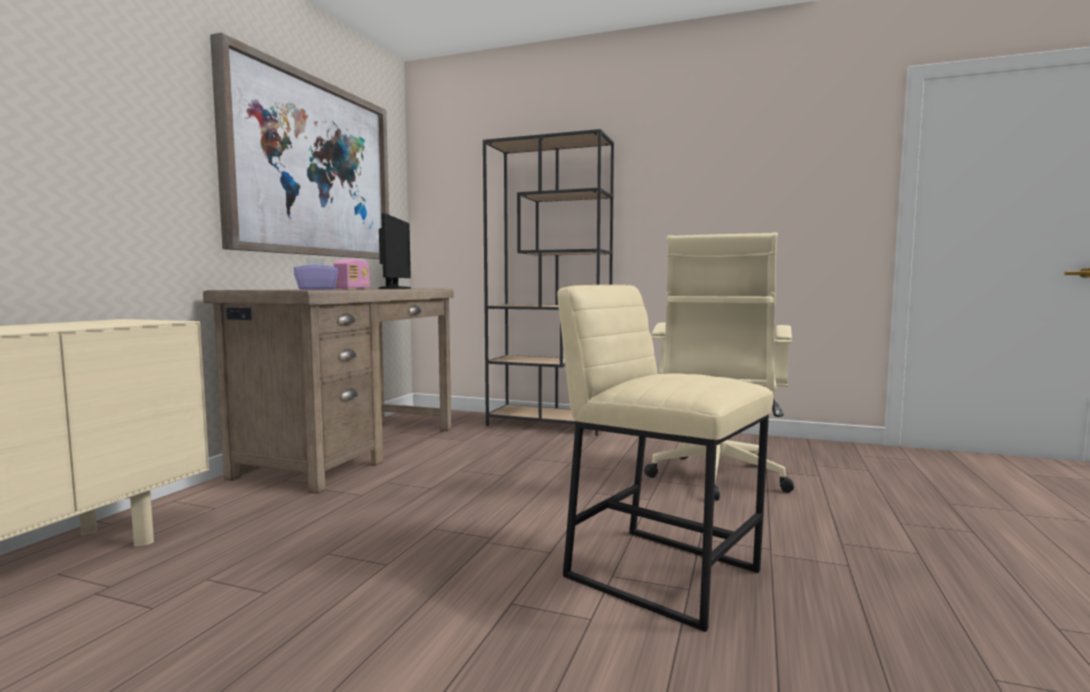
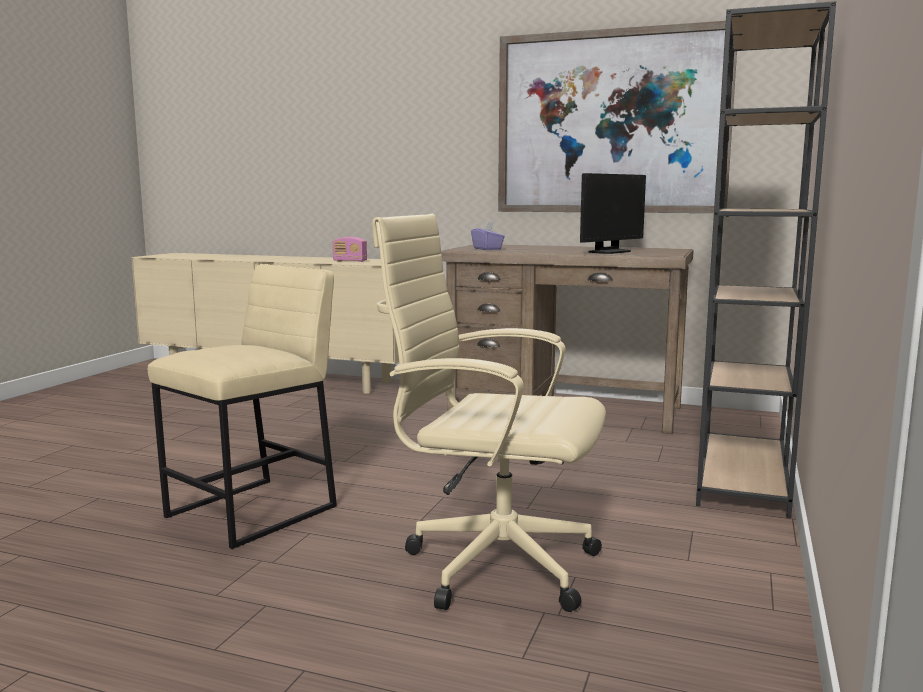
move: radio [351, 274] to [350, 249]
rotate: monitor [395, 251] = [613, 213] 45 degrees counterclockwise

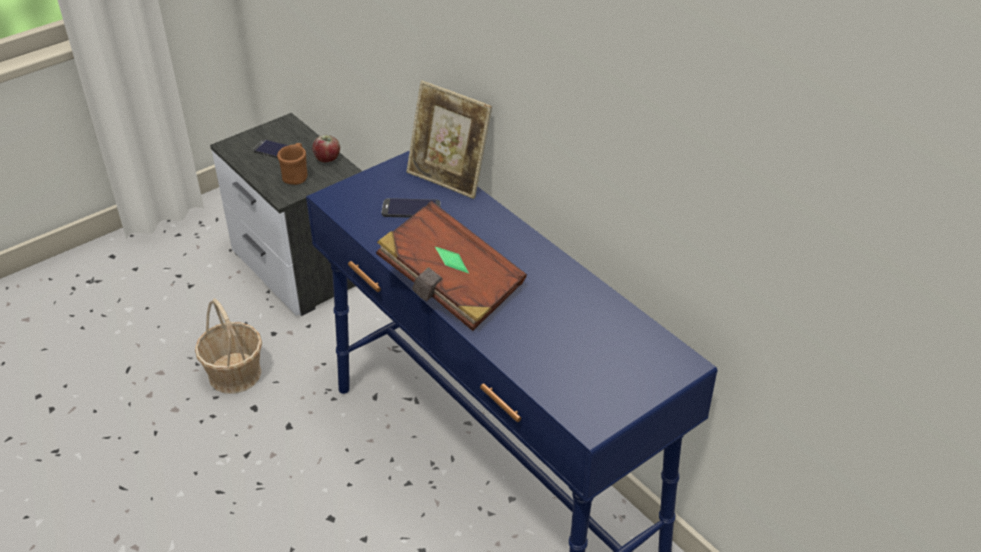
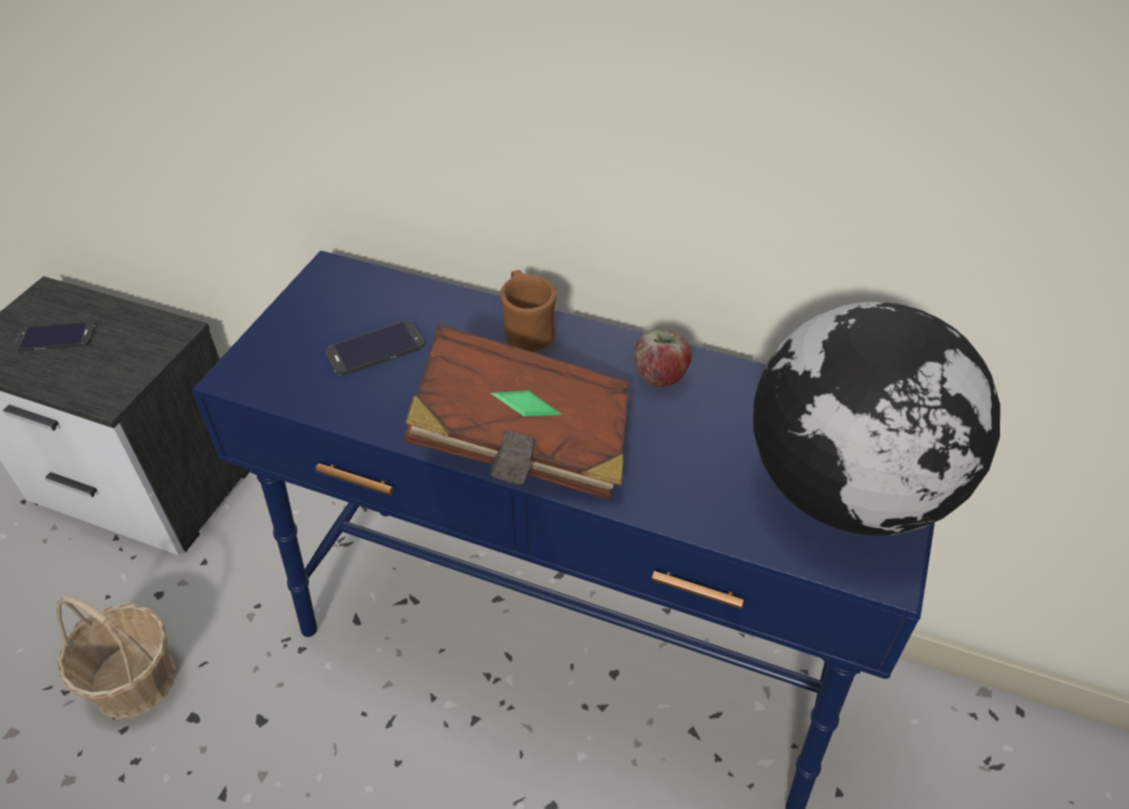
delete: picture frame [449, 139]
insert: globe [876, 419]
move: mug in brown [292, 164] to [528, 310]; apple [326, 148] to [662, 358]

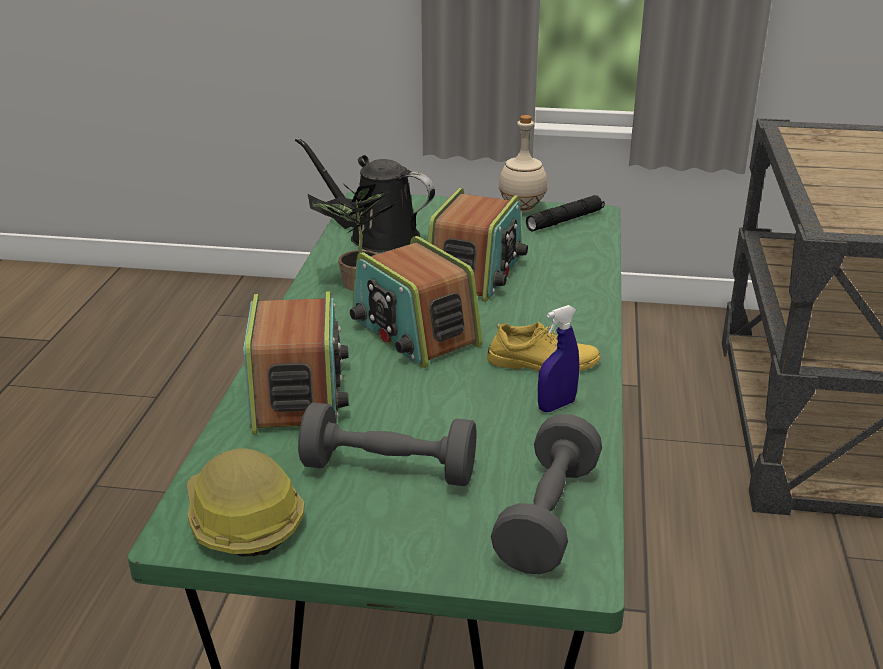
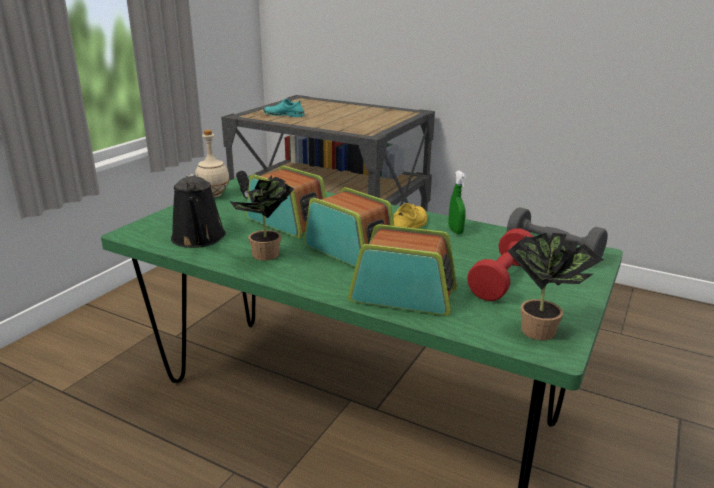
insert: shoe in turquoise [284, 107]
replace: hard hat [246, 503] to potted plant [555, 286]
recolor: dumbbell in grey [387, 444] to dumbbell in red [500, 264]; spray bottle in blue [558, 358] to spray bottle in green [457, 202]
rotate: watering can in black [365, 195] = [198, 210] 60 degrees counterclockwise; radio [416, 302] = [349, 227] 120 degrees counterclockwise

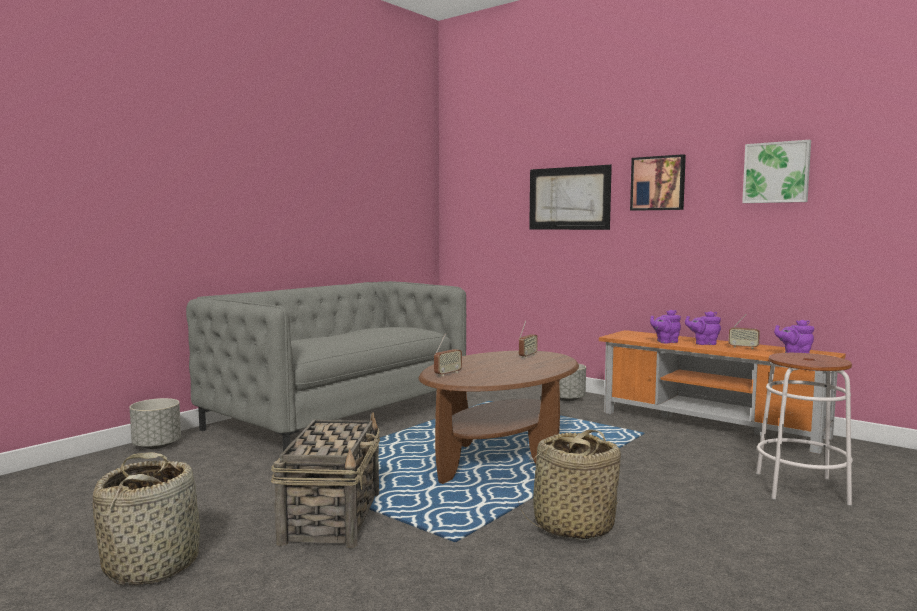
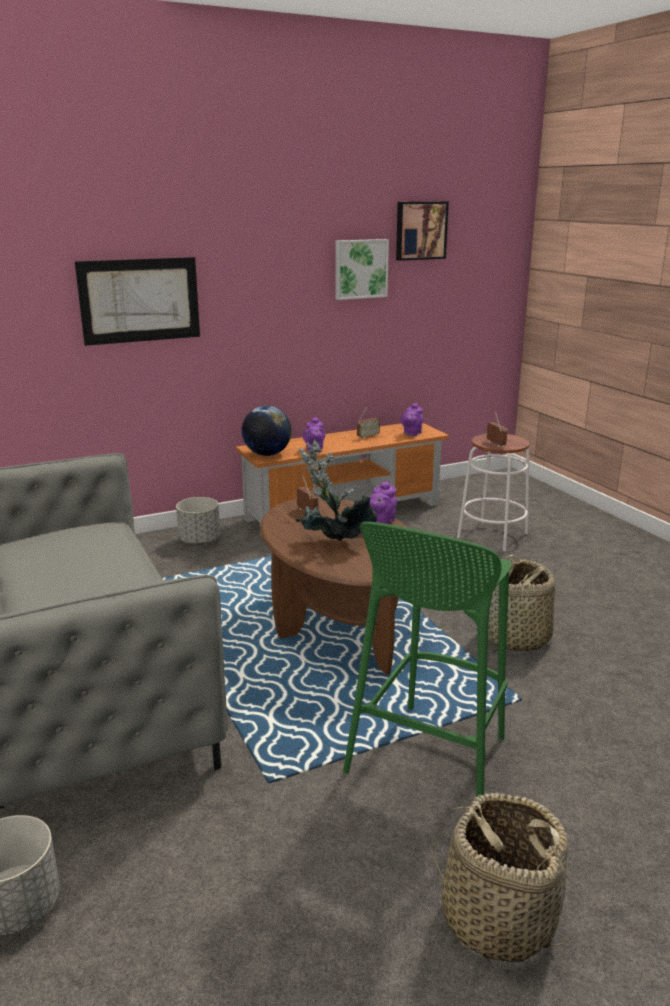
insert: globe [267, 431]; potted plant [336, 490]
move: radio [448, 354] to [497, 429]; picture [658, 182] to [422, 231]; teapot in purple [703, 328] to [382, 502]
replace: basket [325, 480] to stool in green [427, 659]

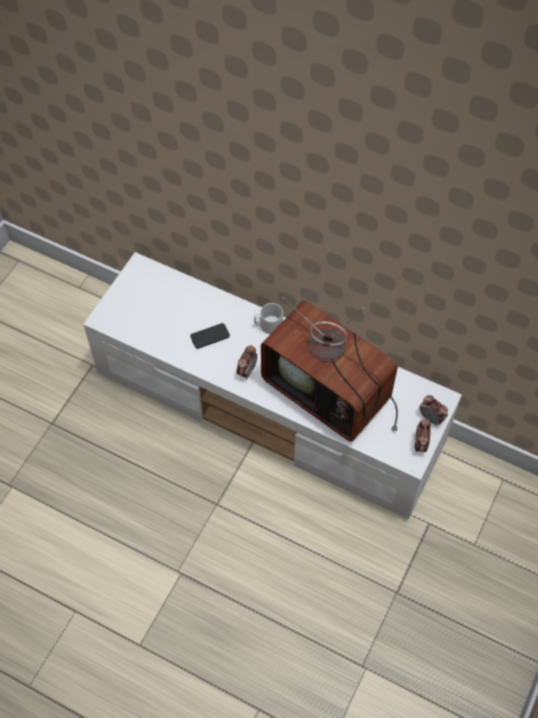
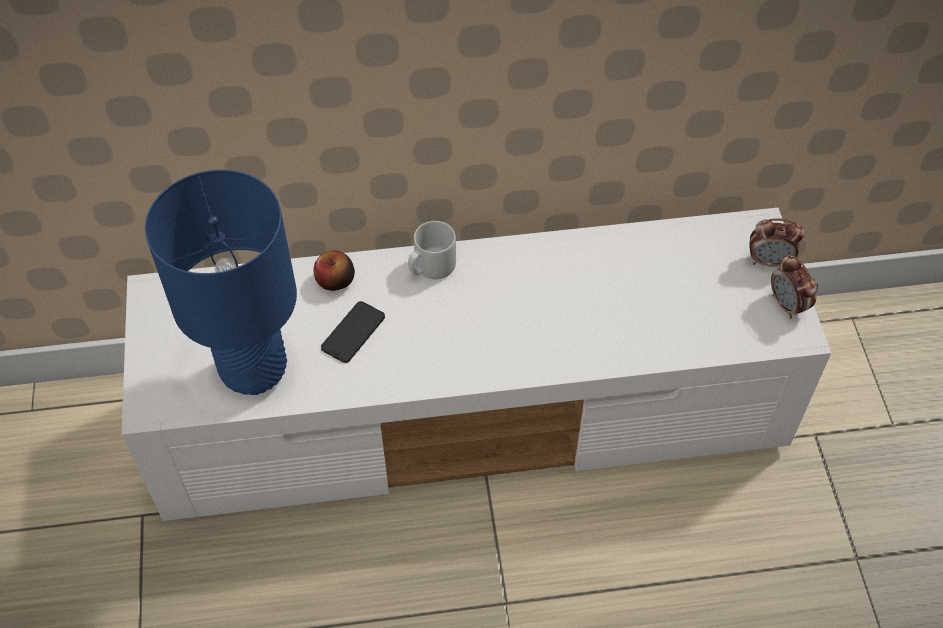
delete: alarm clock [246, 362]; television [329, 369]
insert: table lamp in blue [221, 282]; apple [334, 270]

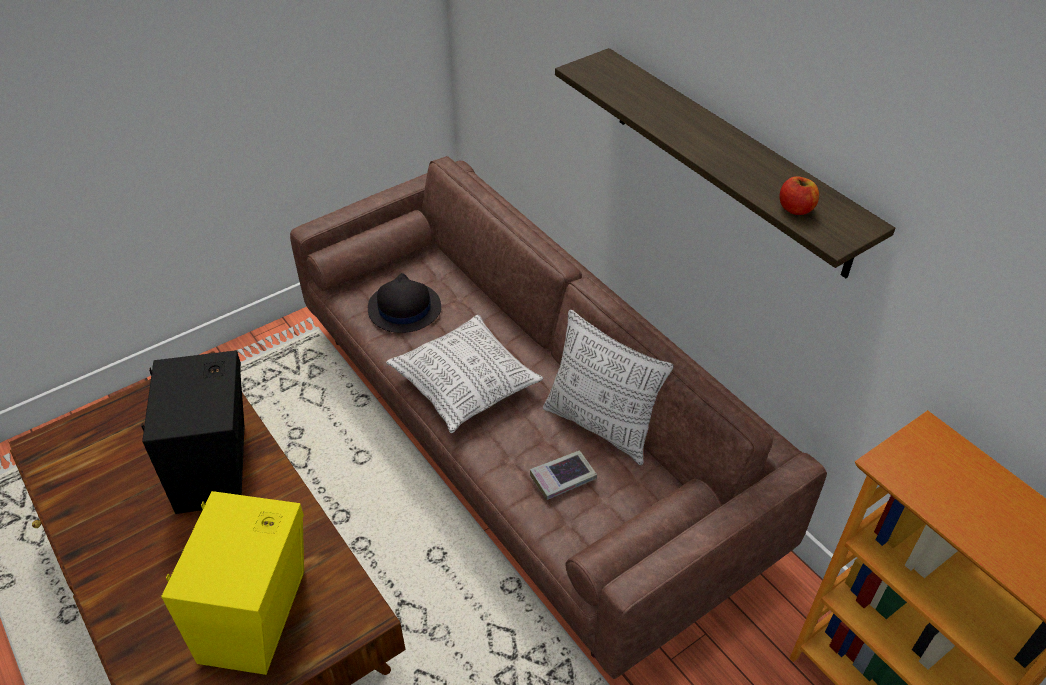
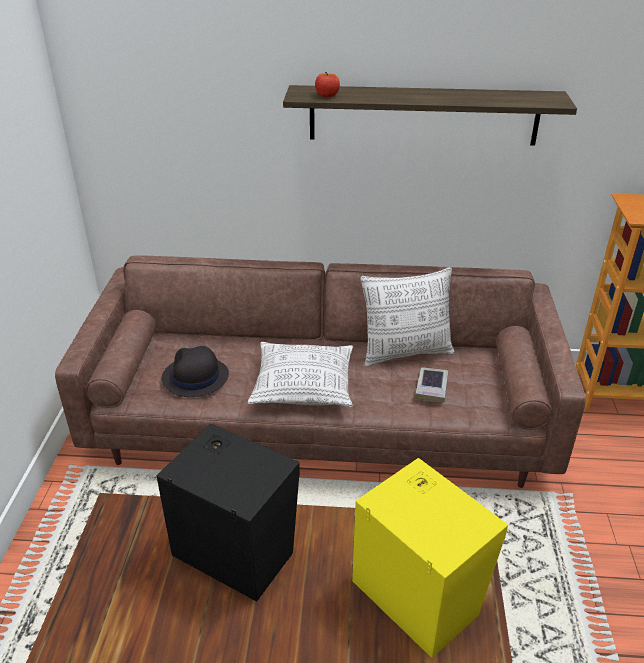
move: apple [799, 195] to [327, 84]

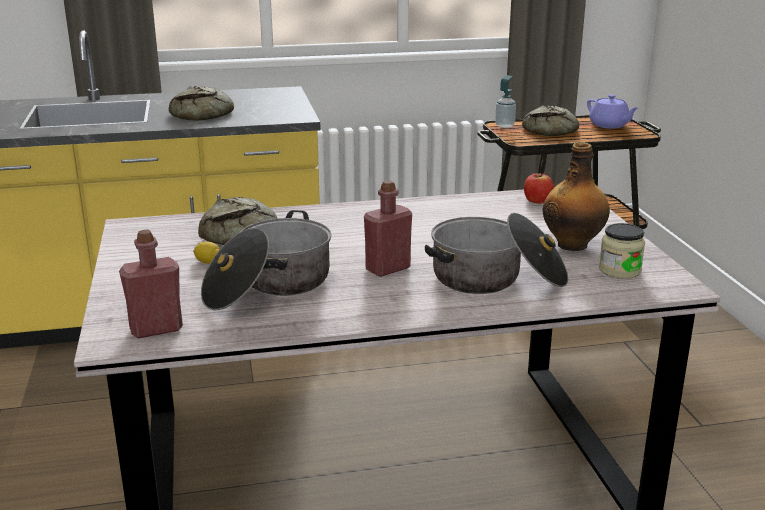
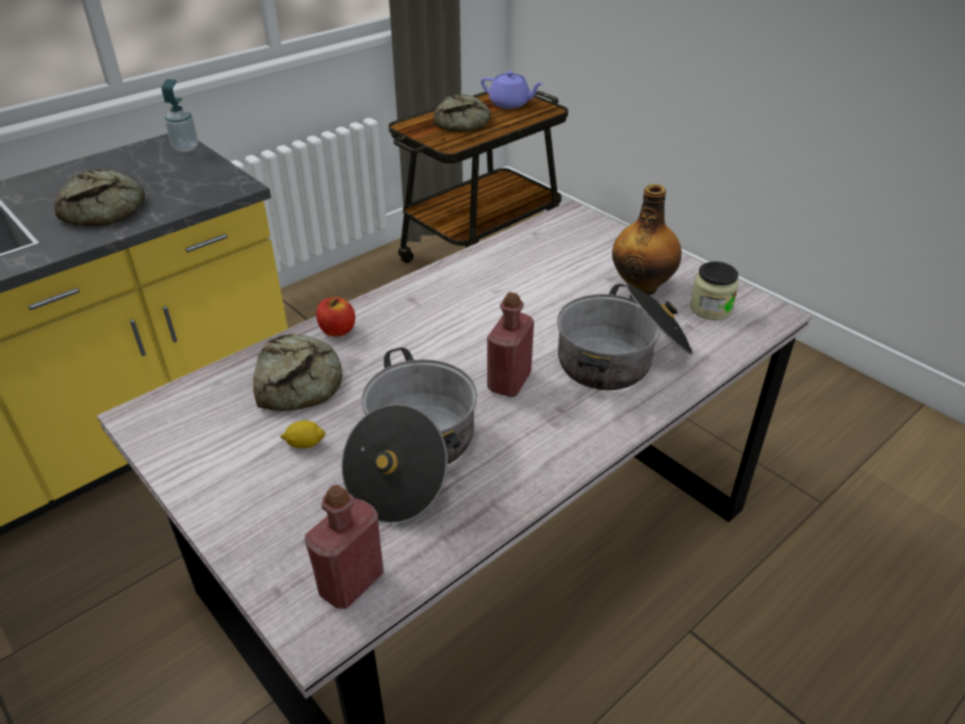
move: soap dispenser [505, 101] to [180, 115]; apple [539, 188] to [335, 317]

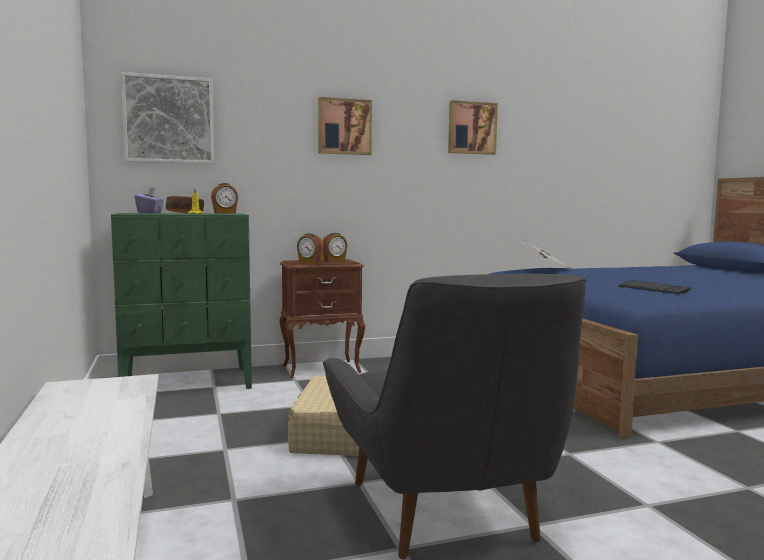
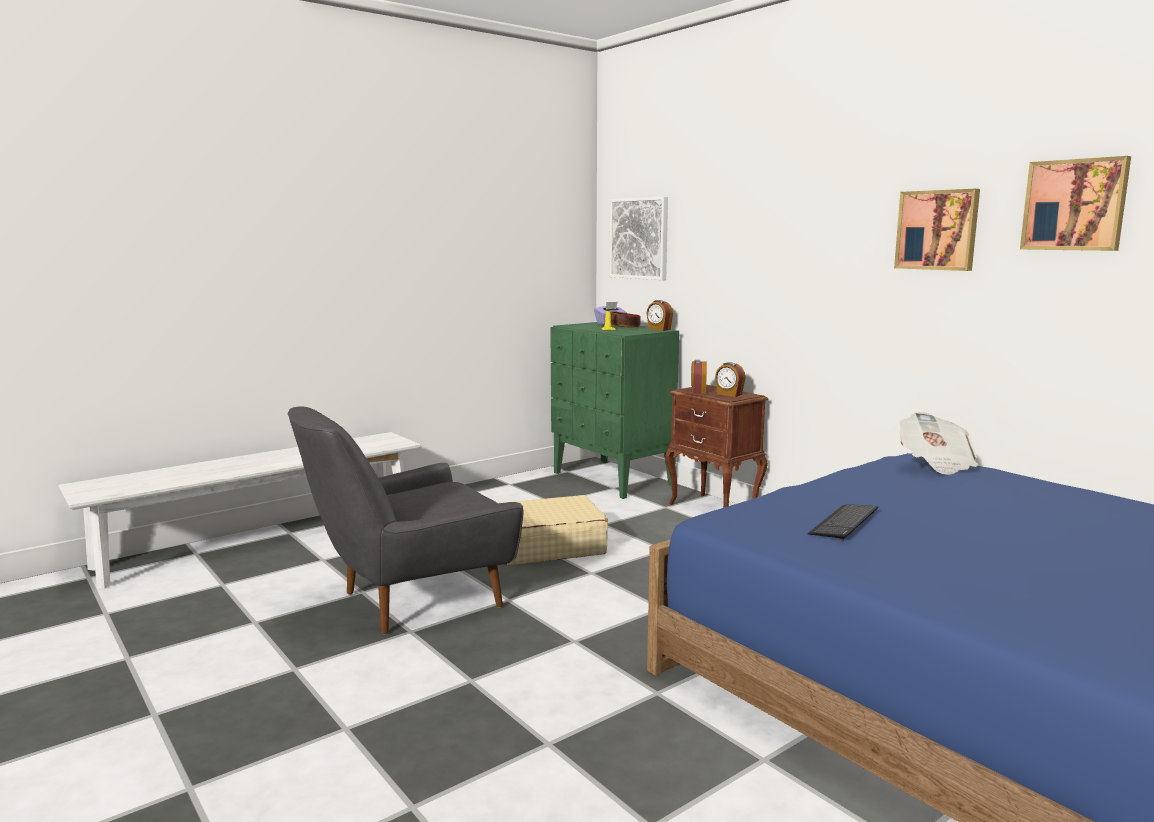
move: picture [345, 126] to [1075, 203]

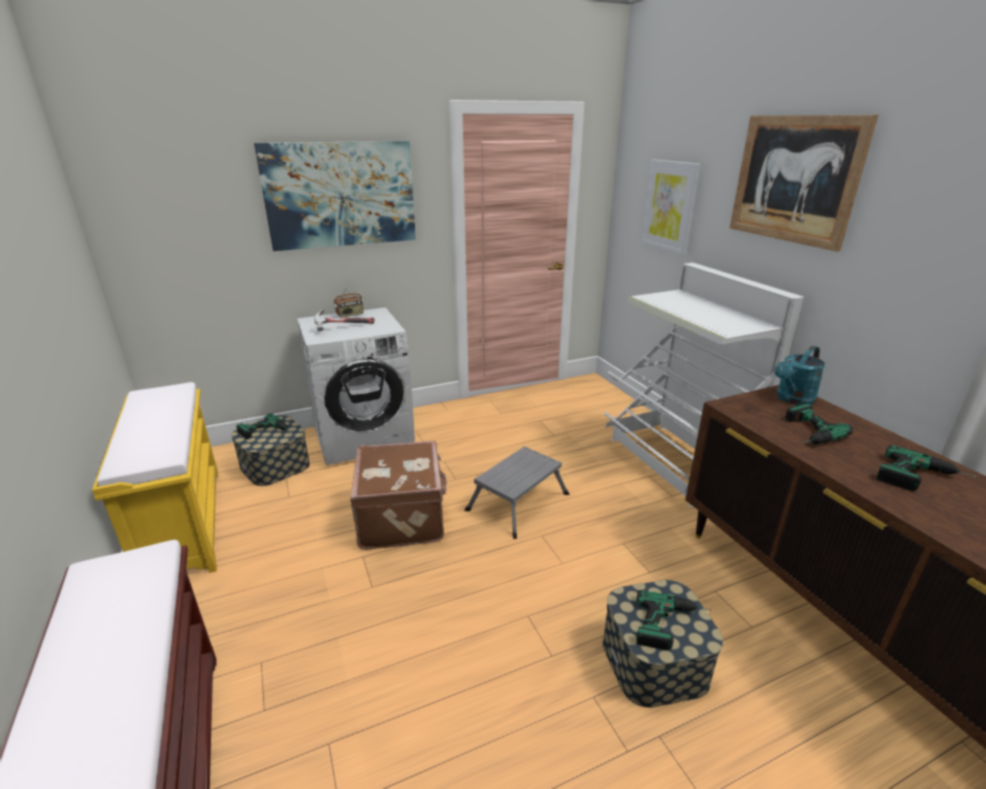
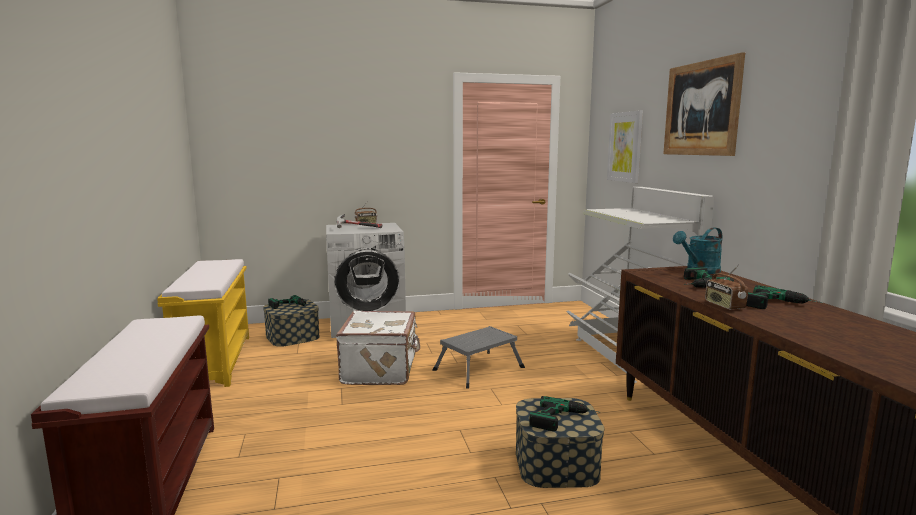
delete: picture [335, 196]
insert: radio [726, 287]
recolor: suitcase in brown [398, 494] to suitcase in white [378, 347]

